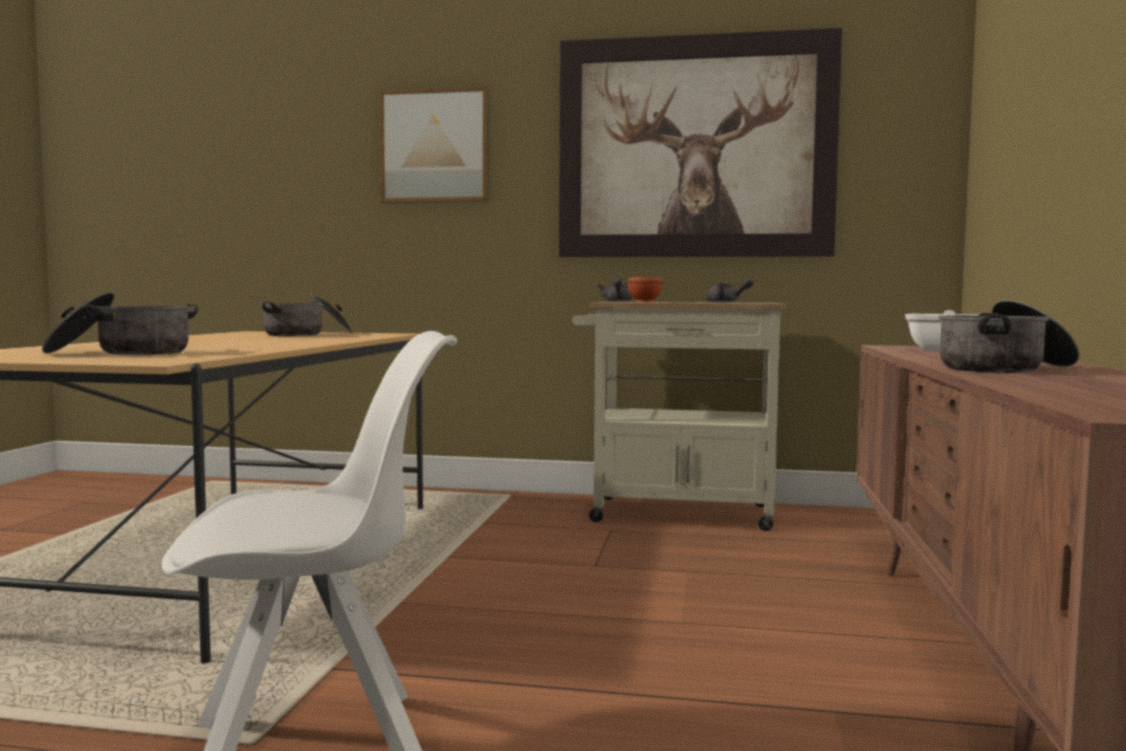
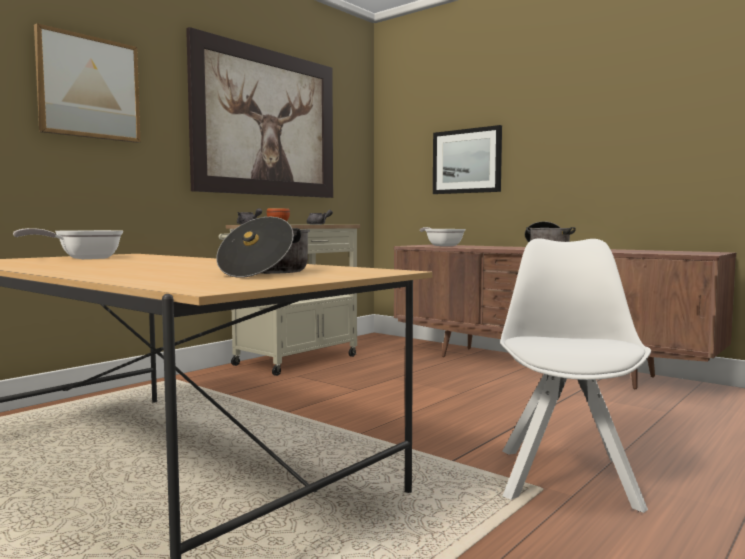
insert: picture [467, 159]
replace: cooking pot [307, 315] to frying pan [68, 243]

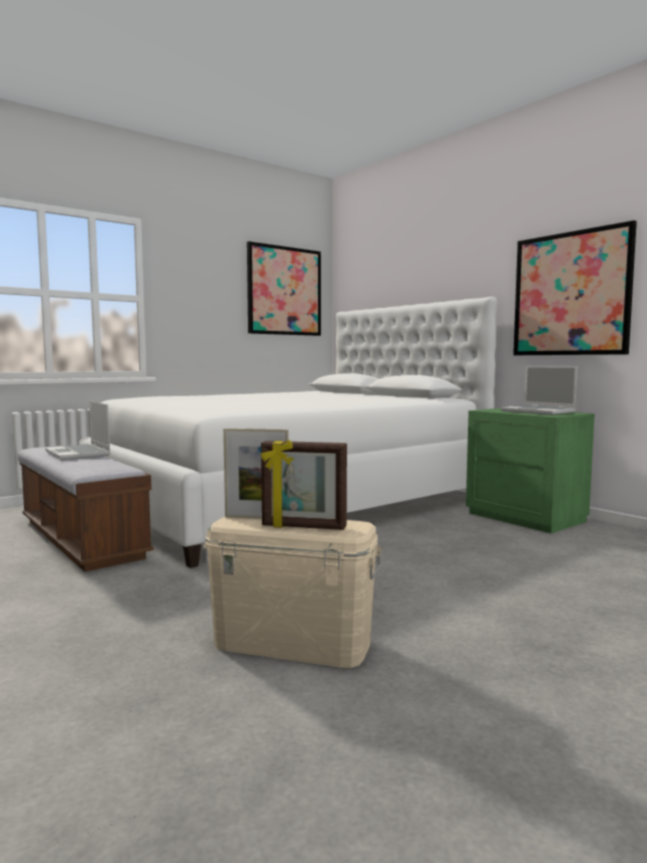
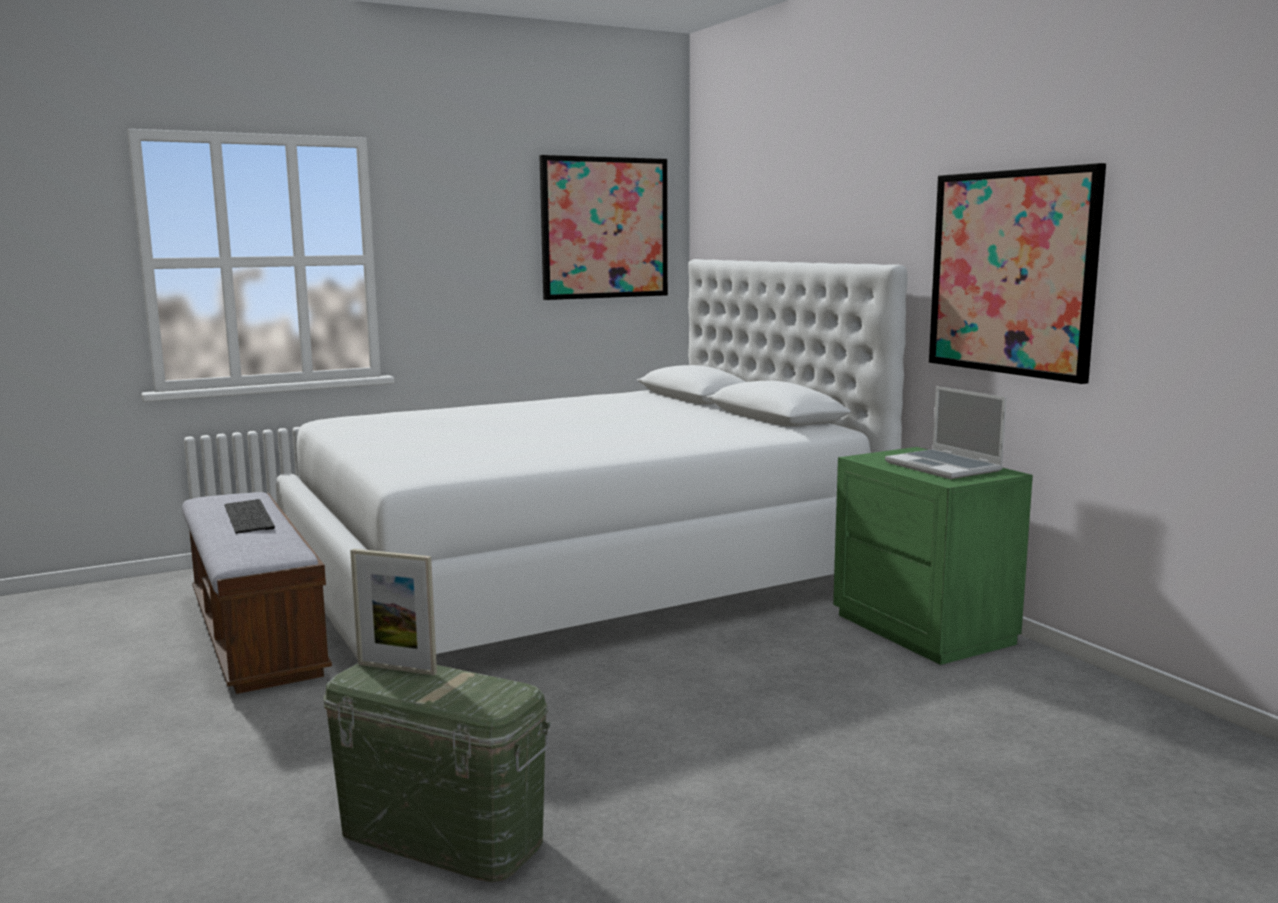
delete: picture frame [304, 485]
replace: laptop [78, 430] to keyboard [249, 516]
recolor: storage box in beige [292, 592] to storage box in green [437, 772]

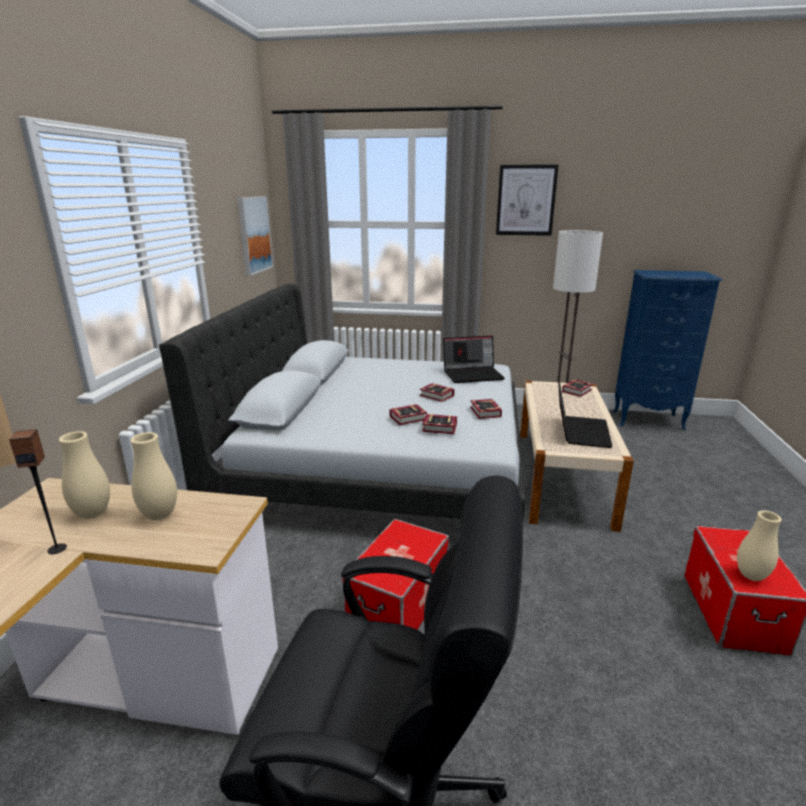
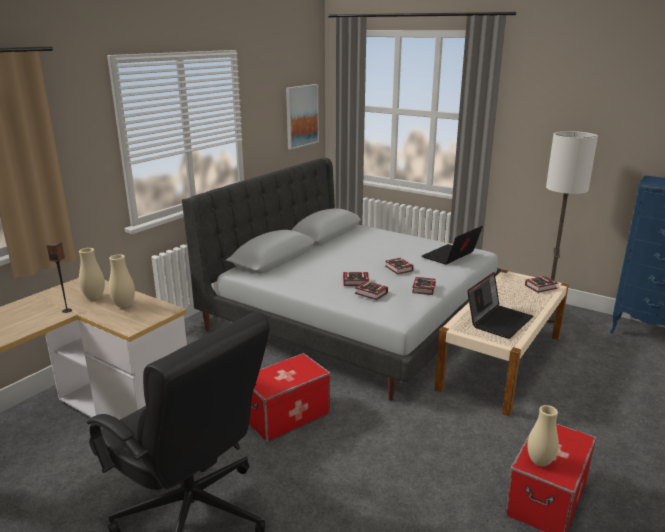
delete: picture [527, 200]
rotate: laptop [474, 359] = [452, 245] 120 degrees clockwise

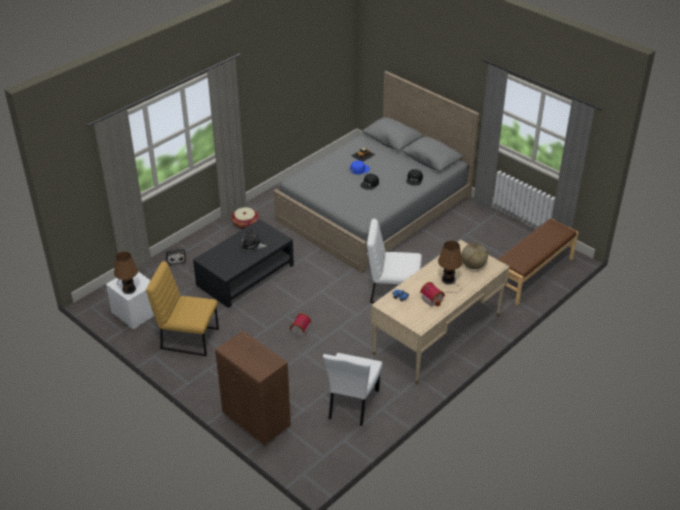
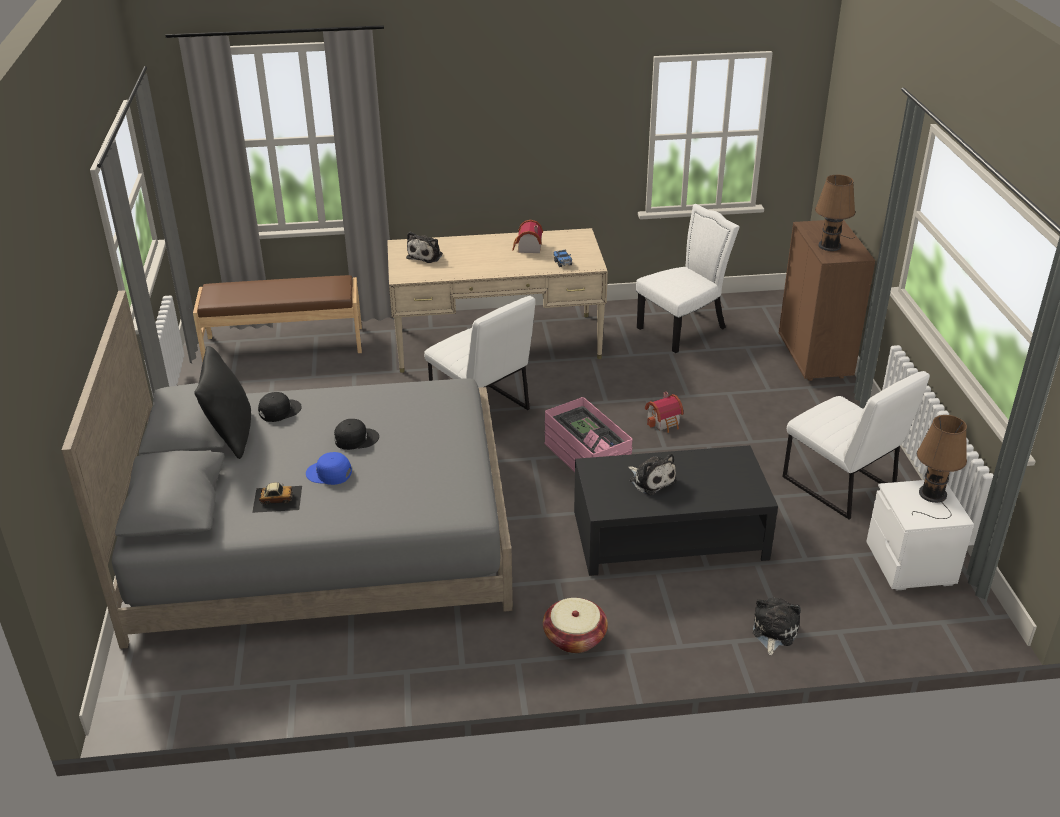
insert: pillow in black [222, 402]; storage box in pink [588, 434]
move: table lamp in brown [450, 267] to [835, 213]
replace: globe [474, 256] to plush toy [424, 247]
recolor: chair in yellow [182, 308] to chair in white [856, 445]

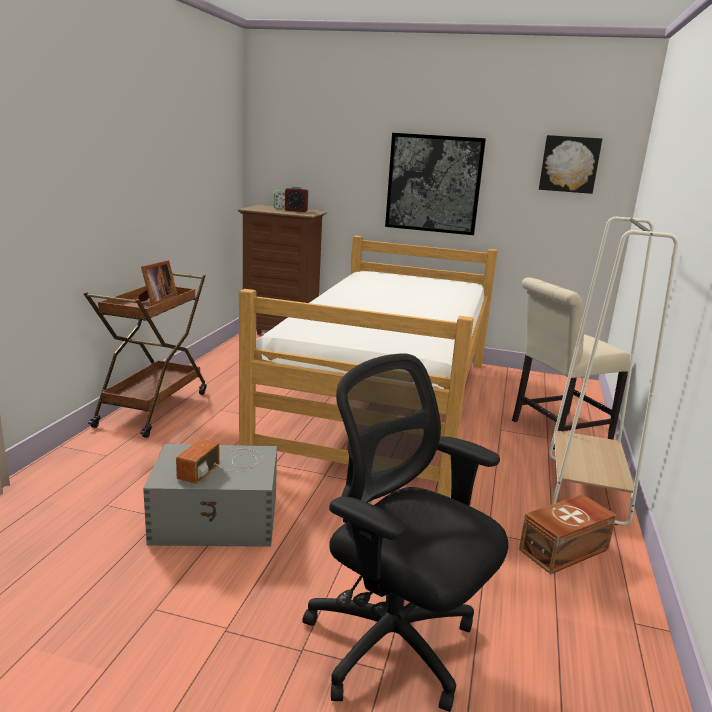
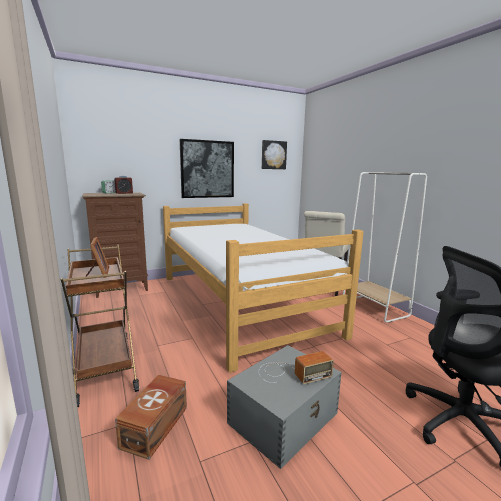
move: storage box in brown [567, 534] to [151, 417]
rotate: radio [219, 461] = [296, 367] 90 degrees counterclockwise

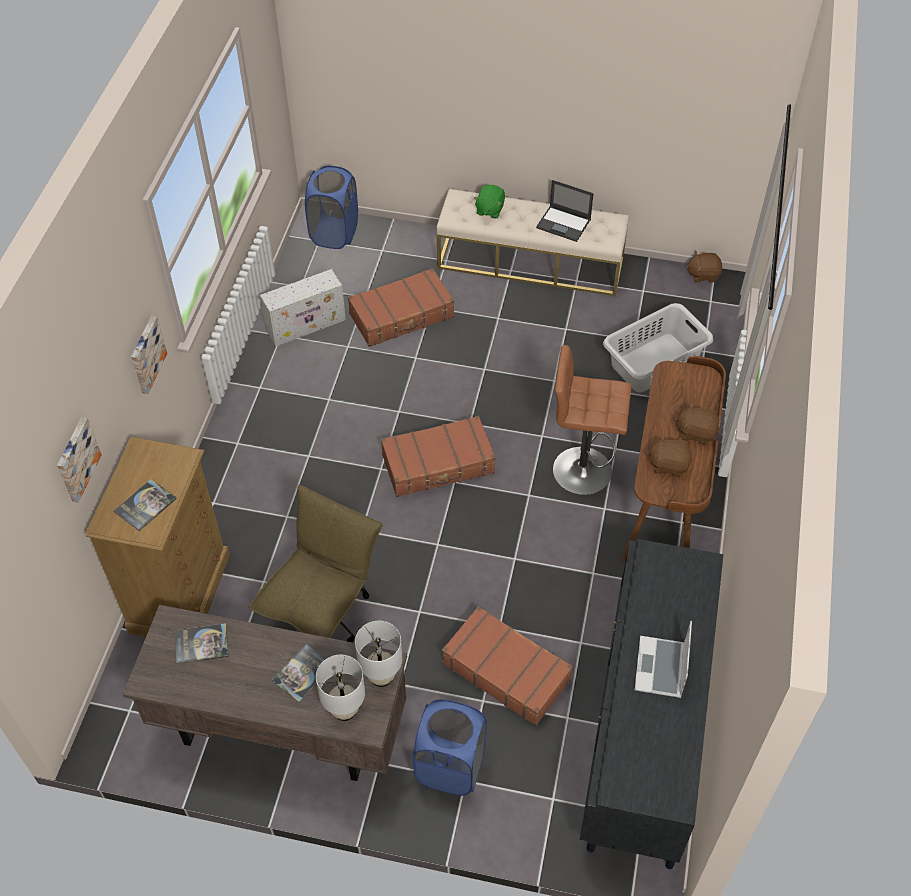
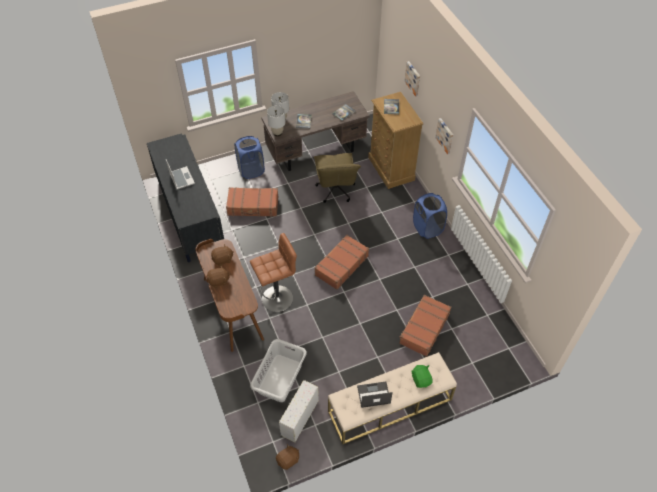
move: storage box in white [303, 308] to [299, 411]; laundry basket in blue [331, 207] to [430, 216]

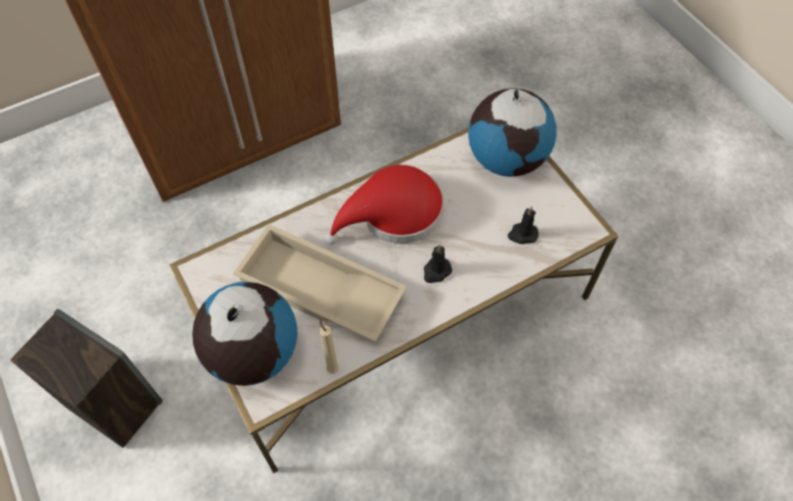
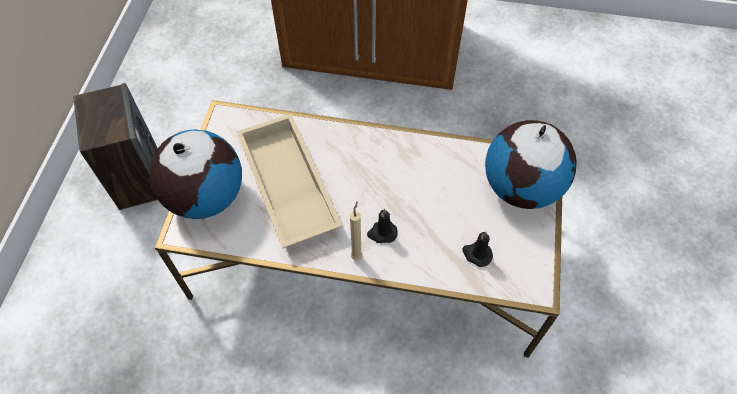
delete: hat in red [384, 205]
move: candle in beige [328, 345] to [356, 231]

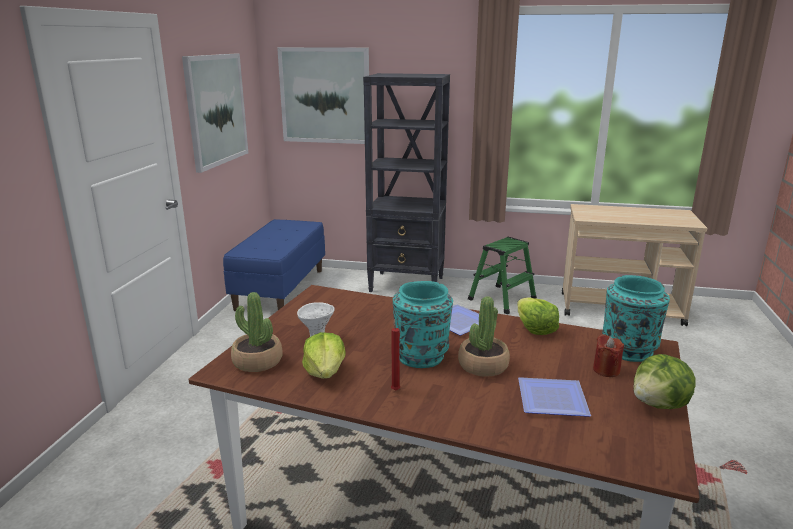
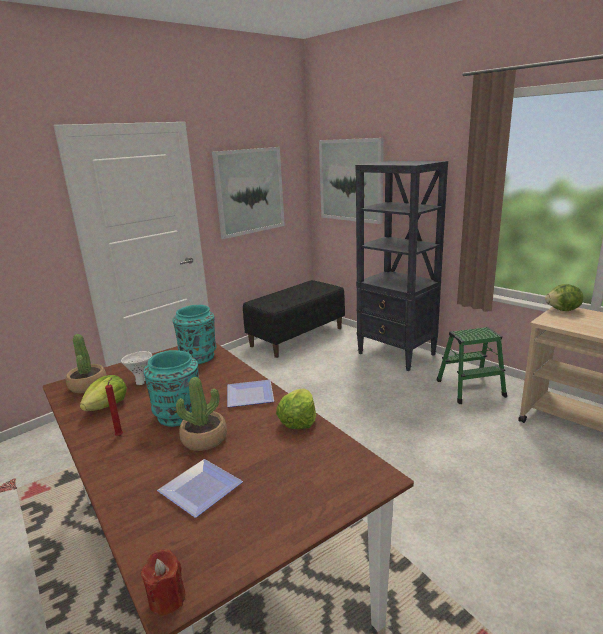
move: candle in red [608, 355] to [163, 582]; vase in turquoise [636, 318] to [194, 334]; lettuce [664, 381] to [564, 297]
recolor: bench in blue [274, 265] to bench in black [294, 319]

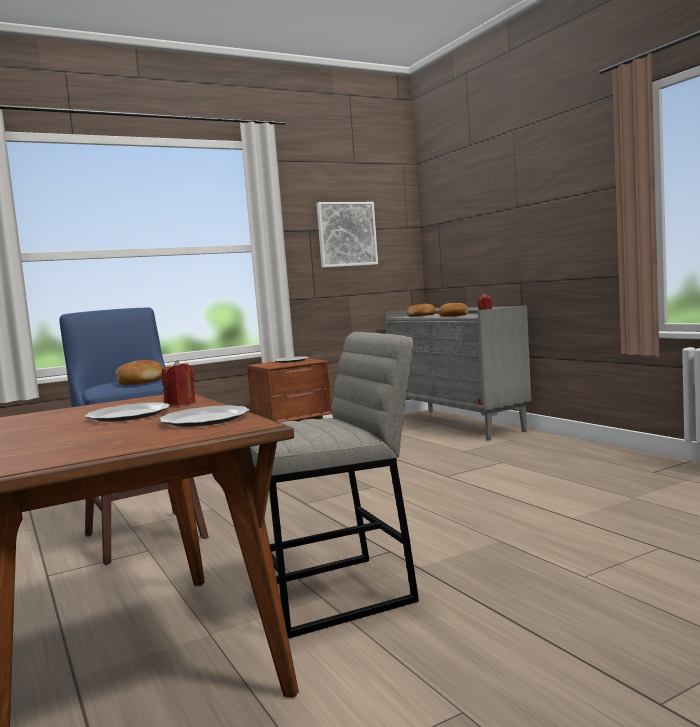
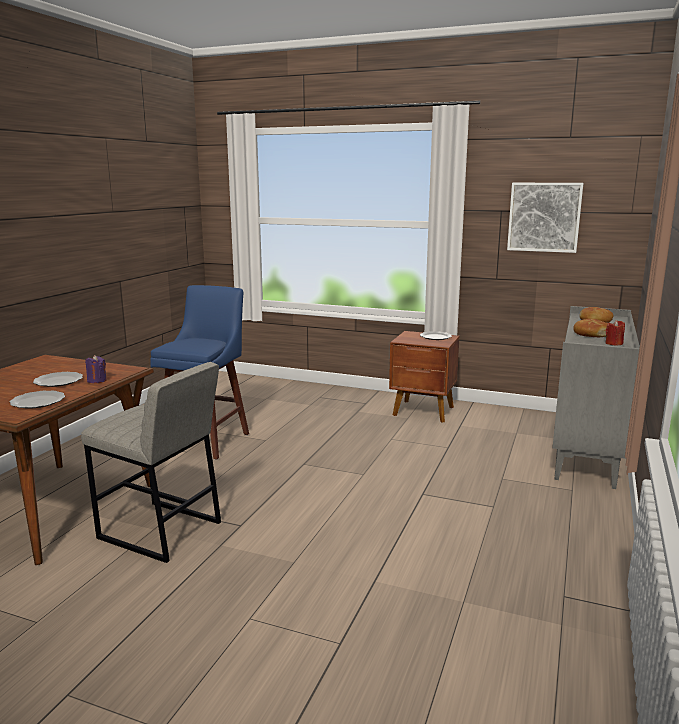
delete: bread [139, 372]
recolor: candle in red [178, 383] to candle in purple [96, 369]

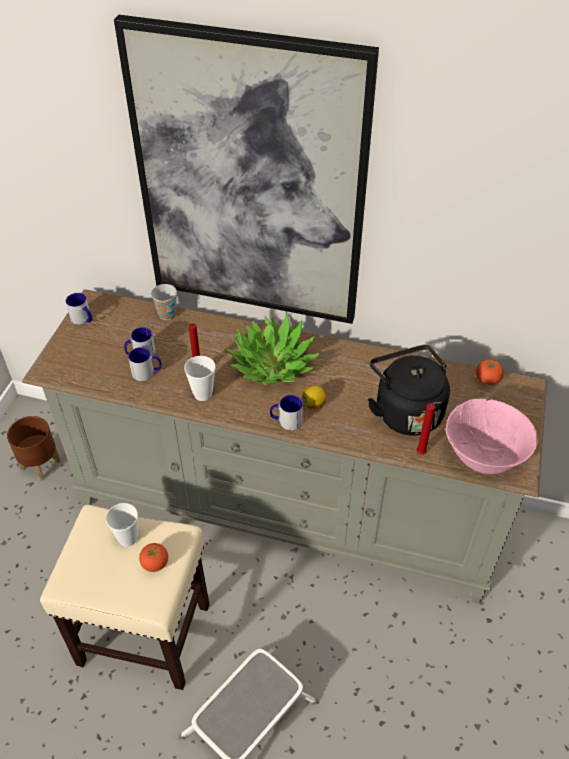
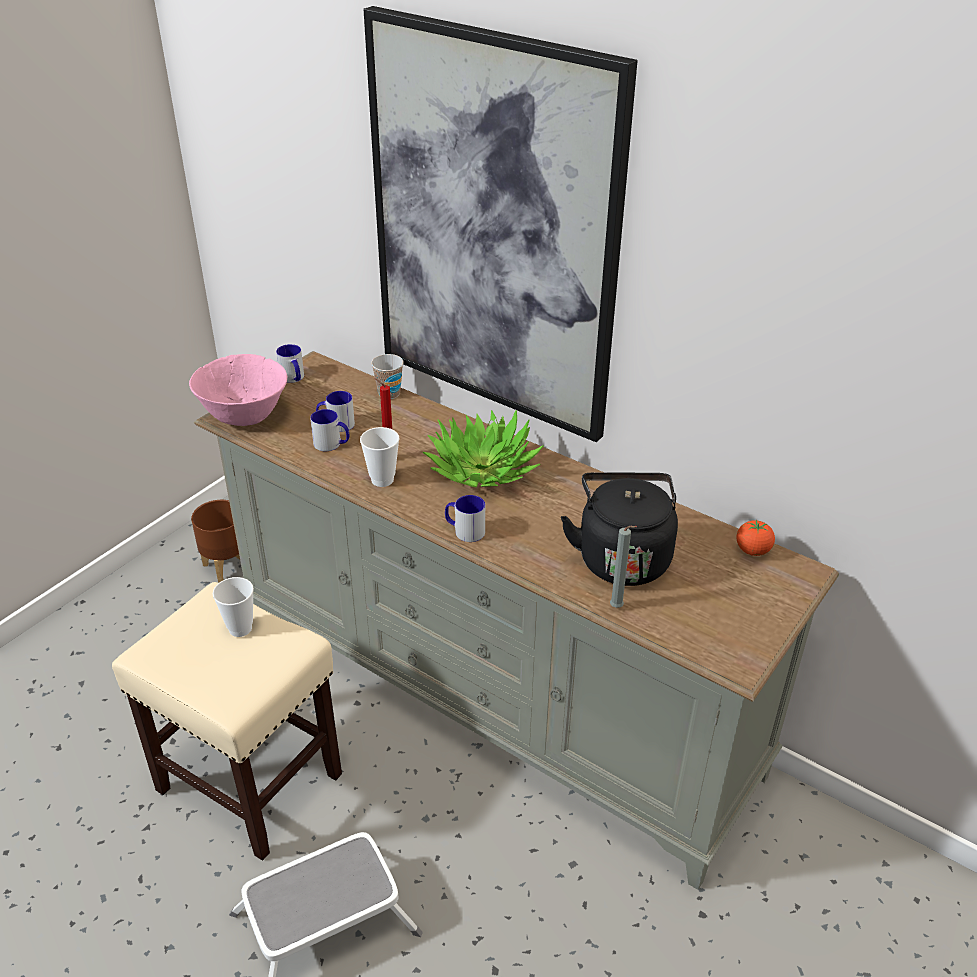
delete: tomato [153, 557]; lemon [314, 397]
move: bowl in pink [491, 436] to [238, 390]
recolor: candle in red [429, 428] to candle in grey [623, 567]

